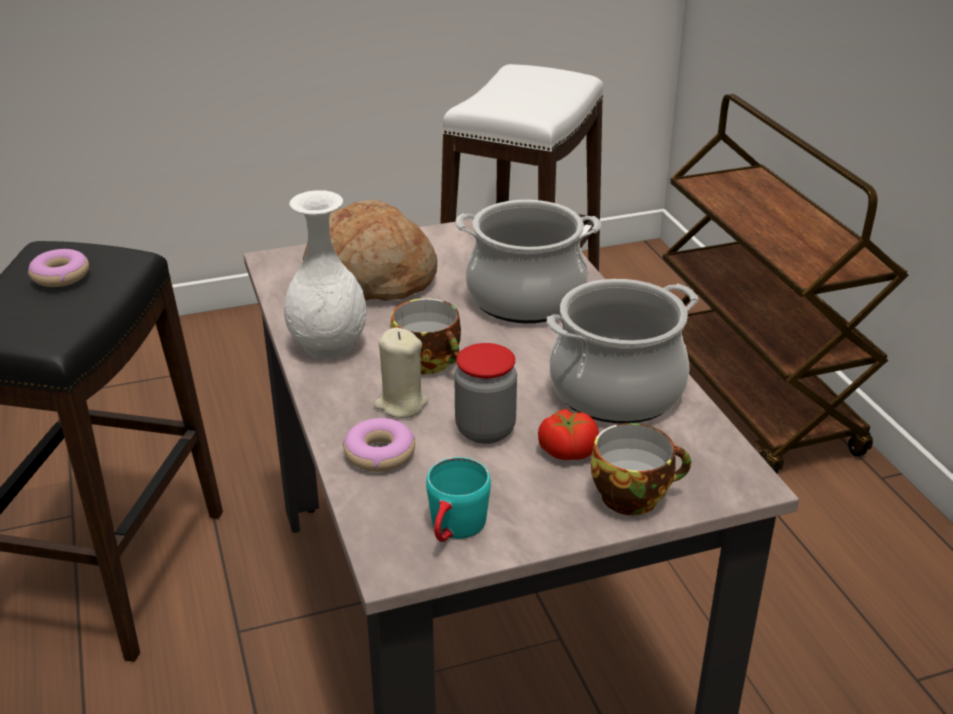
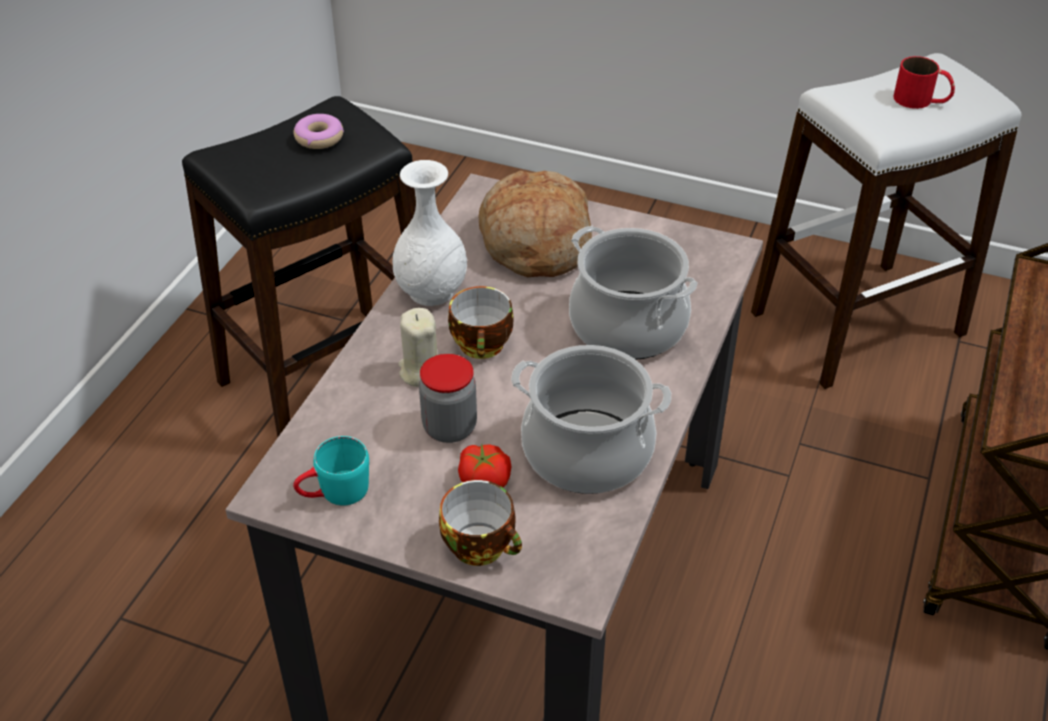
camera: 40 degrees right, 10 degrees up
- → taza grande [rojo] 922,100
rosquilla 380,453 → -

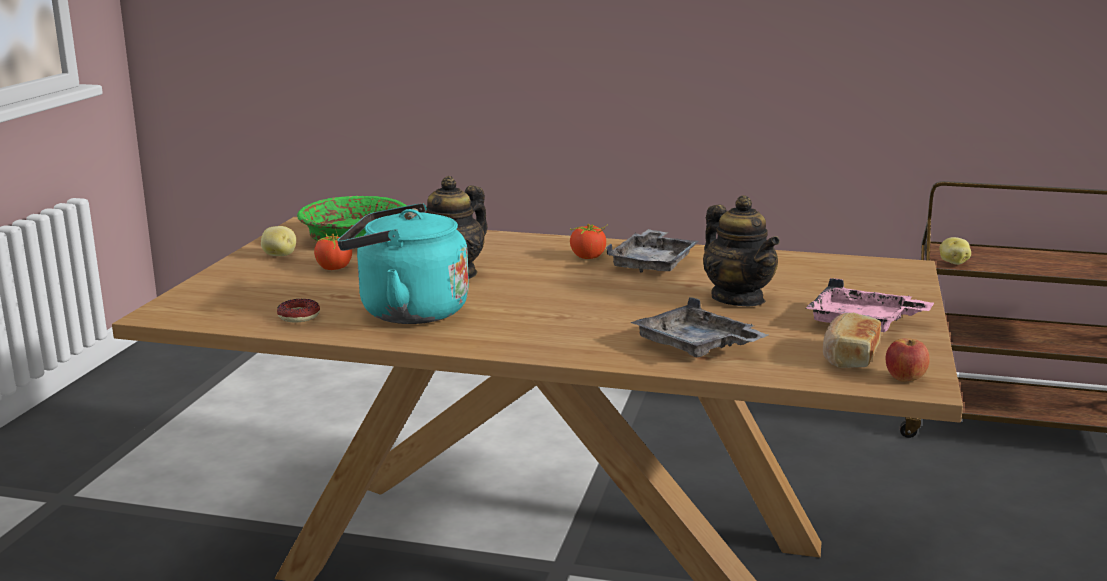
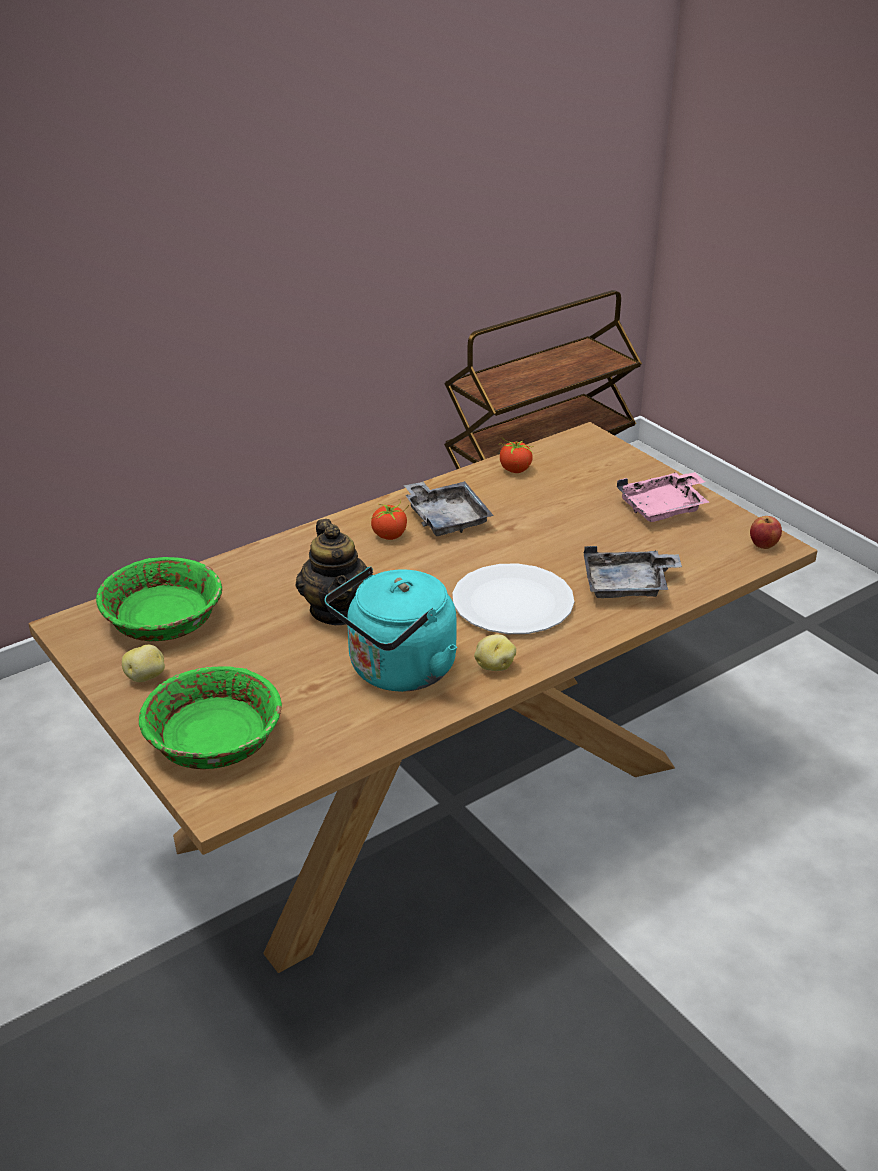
camera: 50 degrees left, 15 degrees up
- → cuenco [verde] 214,739
- → plato [blanco] 513,602
patata 953,263 → patata 494,666, moved
tomate 334,268 → tomate 515,470, moved
rosquilla 298,316 → -
tetera 738,299 → -
pan 849,356 → -

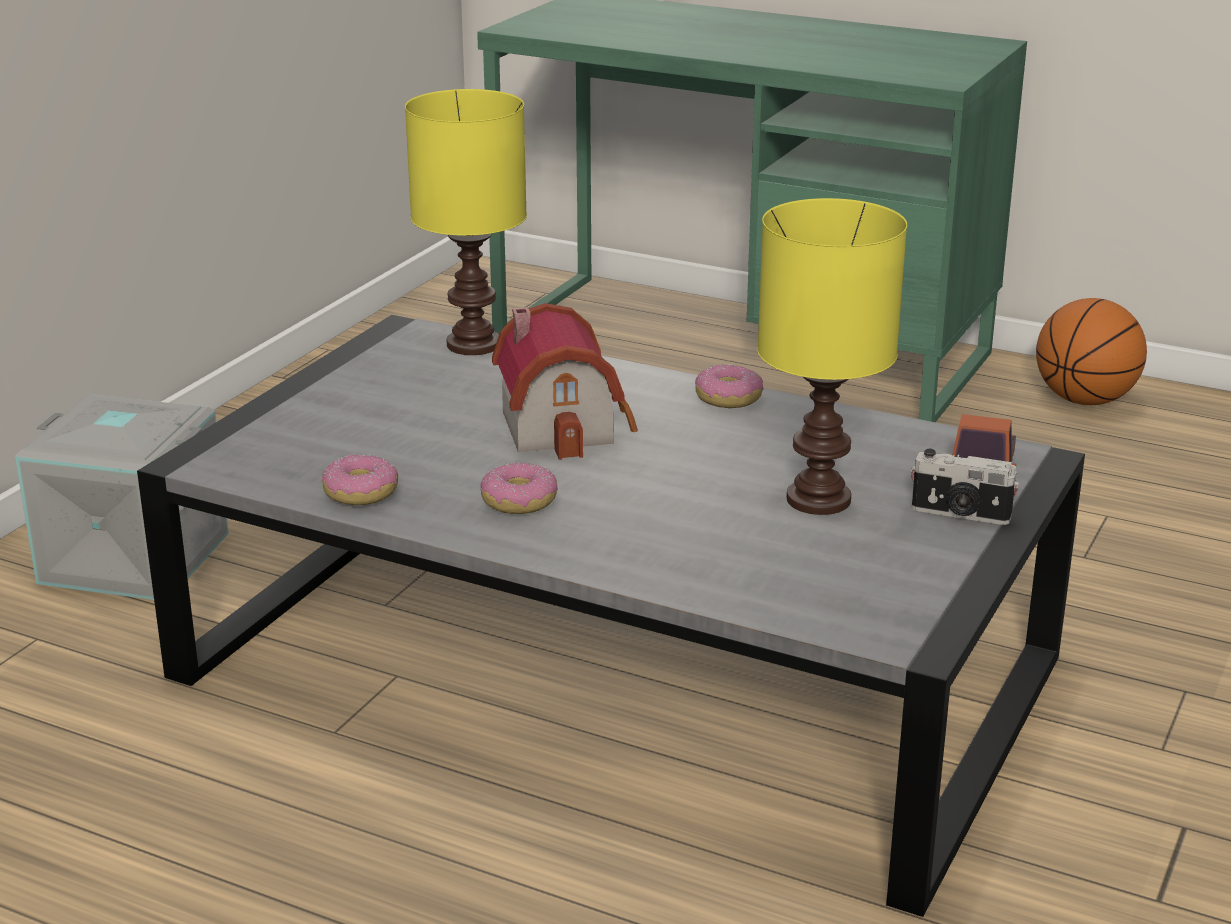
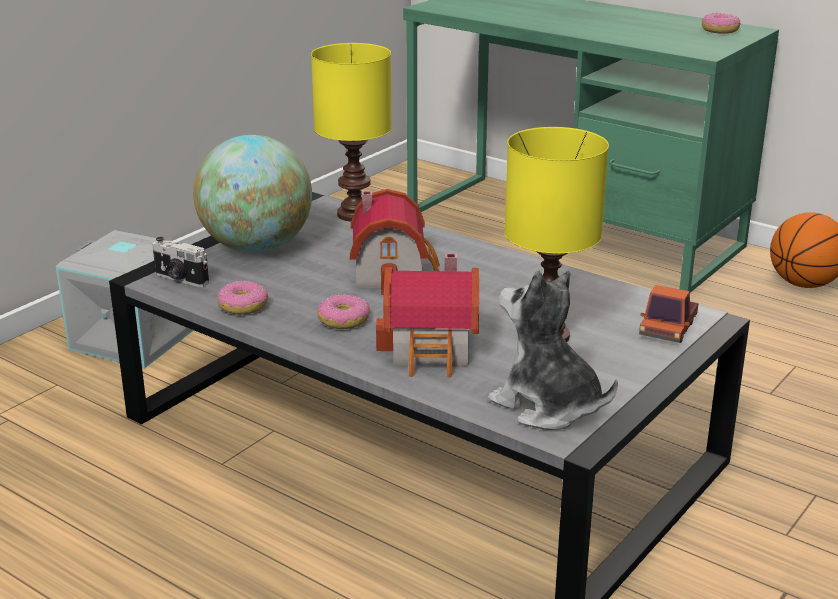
camera: 10 degrees right, 0 degrees up
cámara 960,514 → cámara 180,279, moved
- → globo terráqueo 256,247
- → casita 434,350
- → peluche 547,406
rosquilla 729,398 → rosquilla 720,30, moved

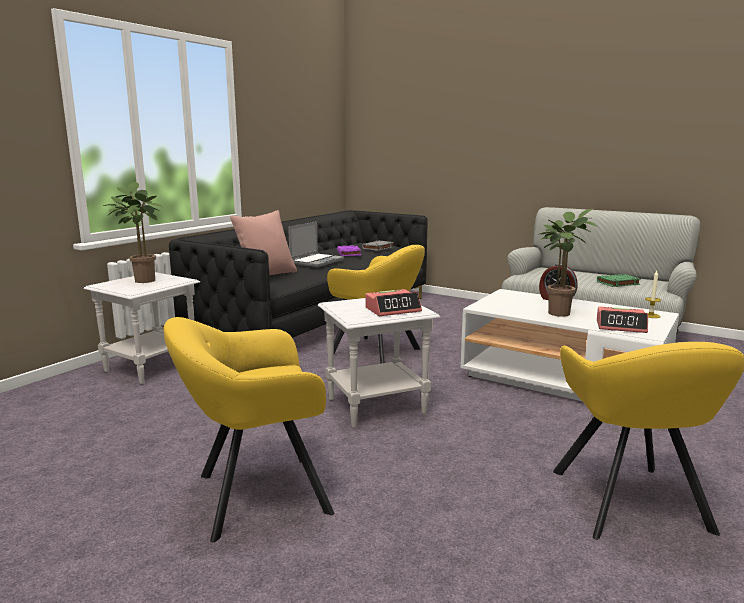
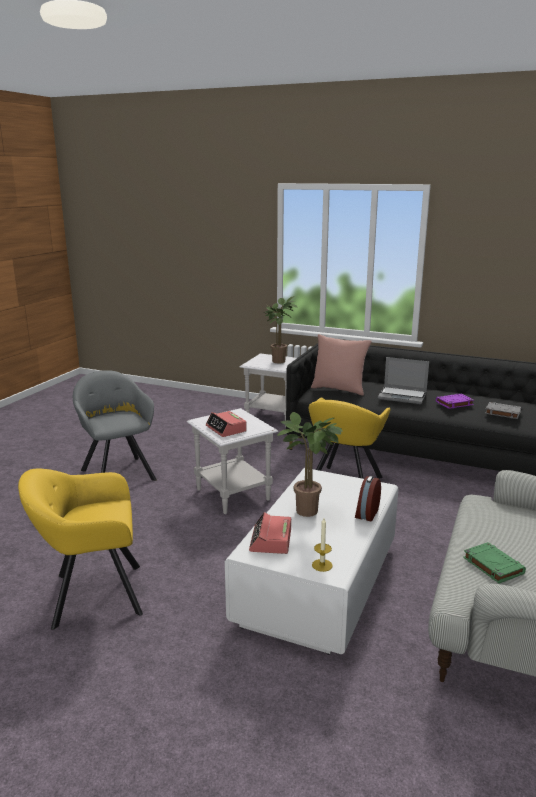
camera: 80 degrees right, 5 degrees up
sillón [amarillo] 255,495 → sillón [gris] 118,473

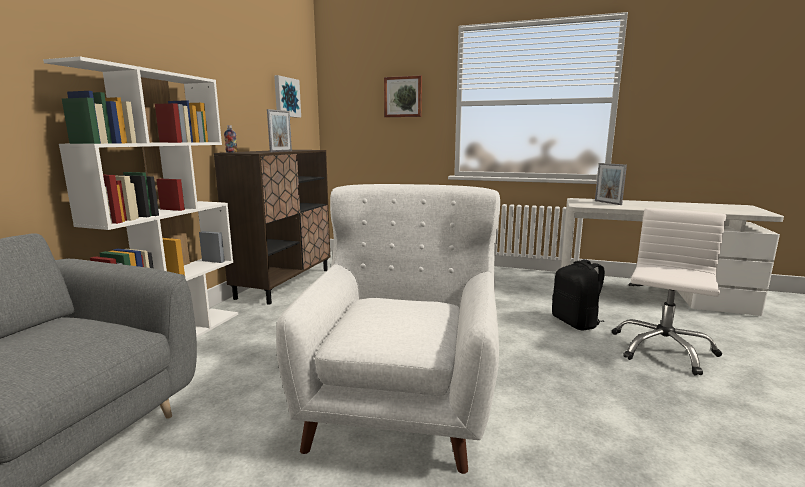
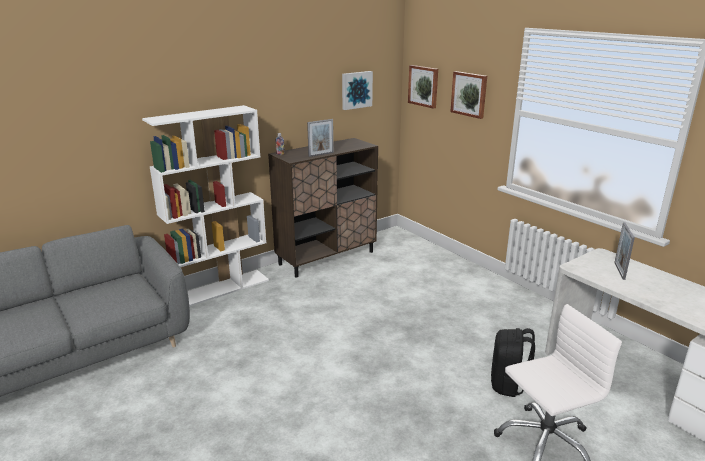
camera: 35 degrees right, 10 degrees up
- → cuadro 423,86
sillón [blanco] 401,403 → -

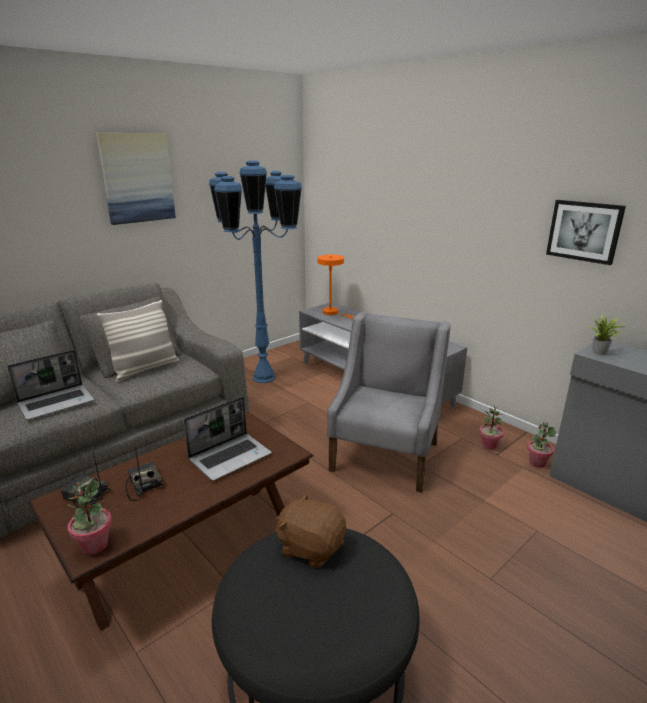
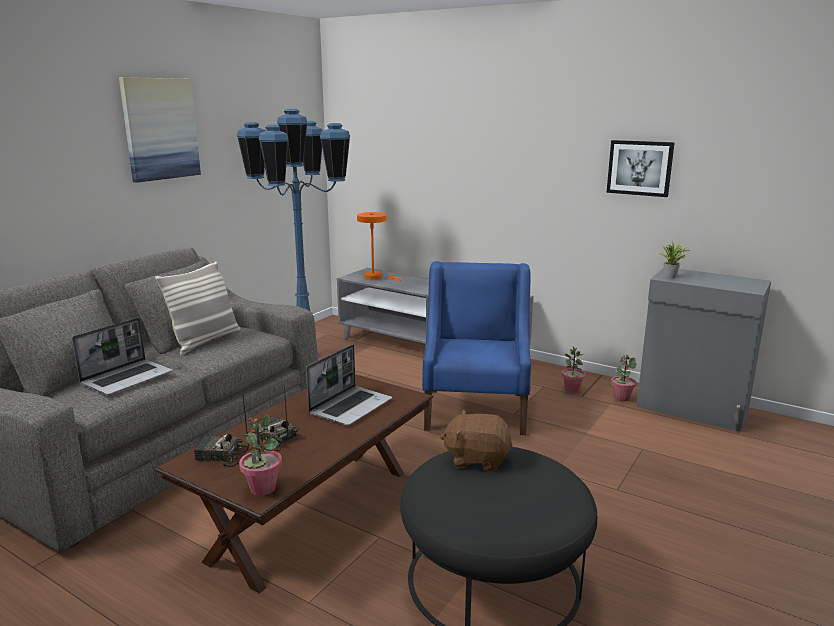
camera: 15 degrees left, 5 degrees down
sillón [gris] 385,455 → sillón [azul] 476,410

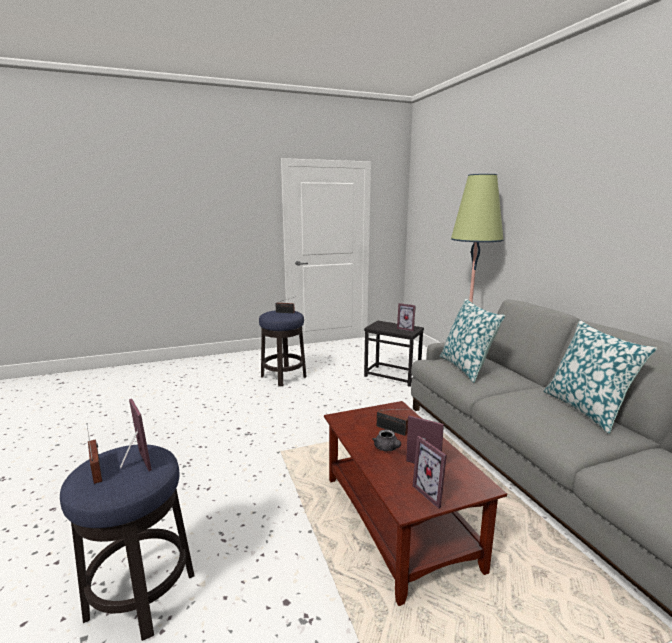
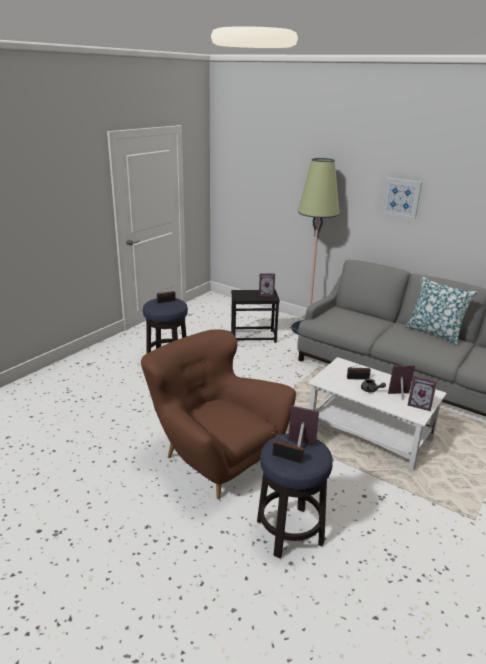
camera: 35 degrees left, 10 degrees up
- → sillón [marrón] 214,460
mesa de centro [marrón] 399,521 → mesa de centro [blanco] 370,434
- → cuadro 401,197
cojín 466,368 → -

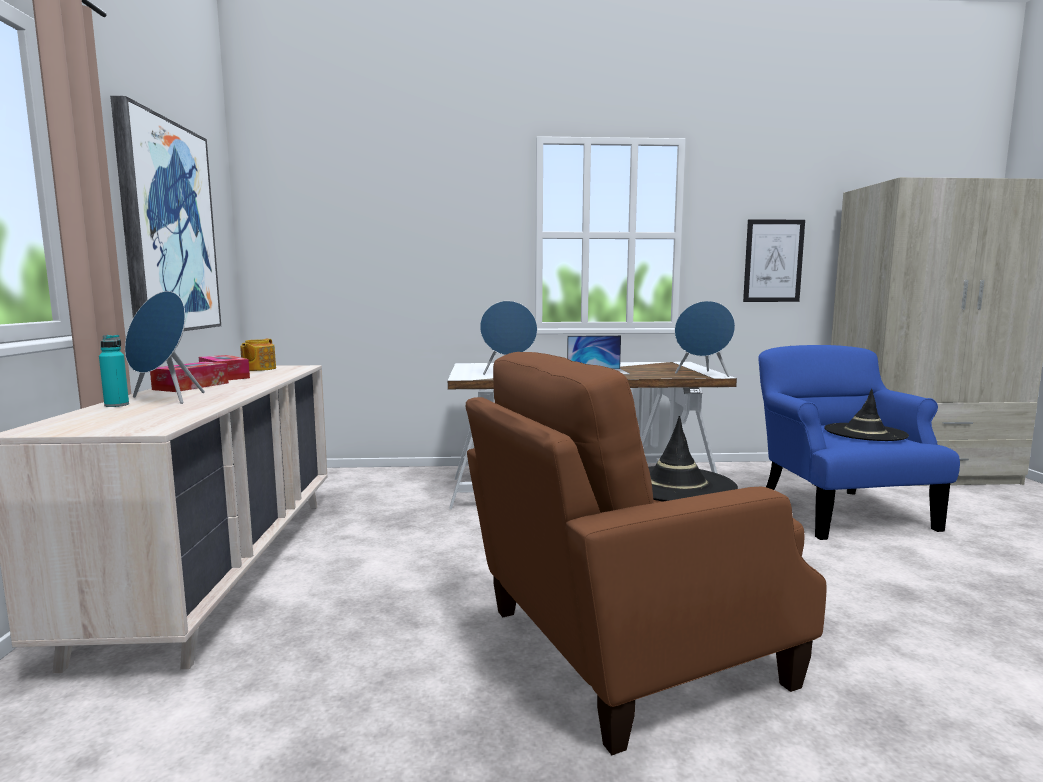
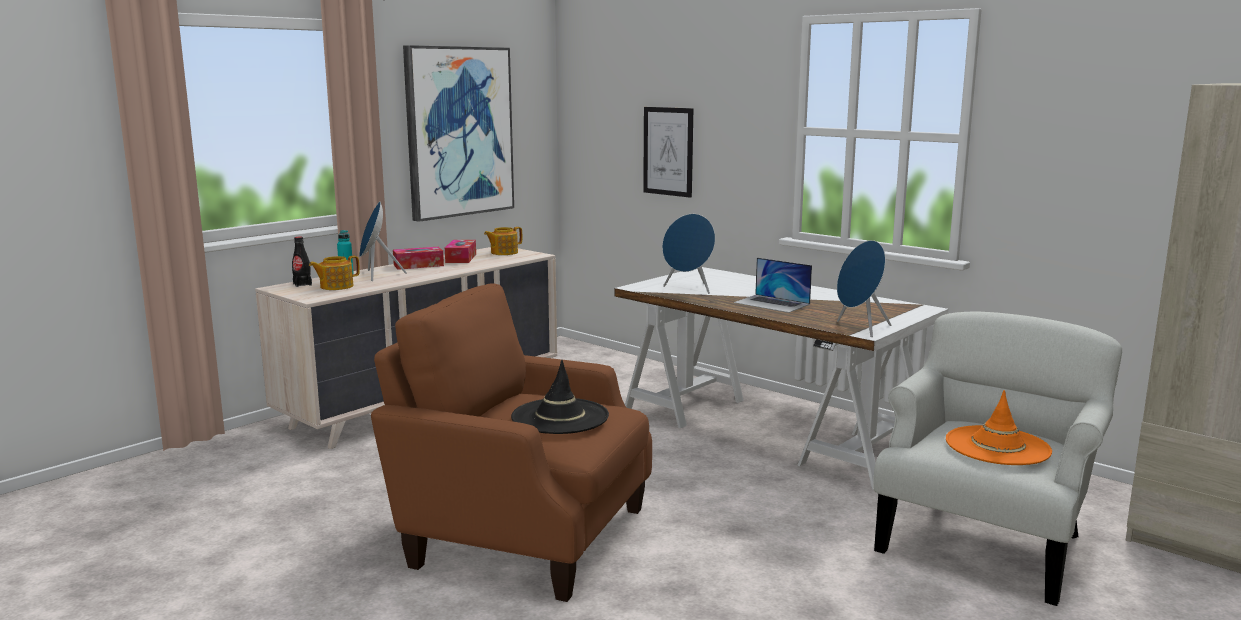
camera: 45 degrees right, 5 degrees up
- → botella [negro] 302,284
- → tetera 335,286
cuadro 773,261 → cuadro 668,151, moved
sillón [azul] 838,511 → sillón [blanco] 985,542
sombrero [negro] 865,433 → sombrero [naranja] 997,446

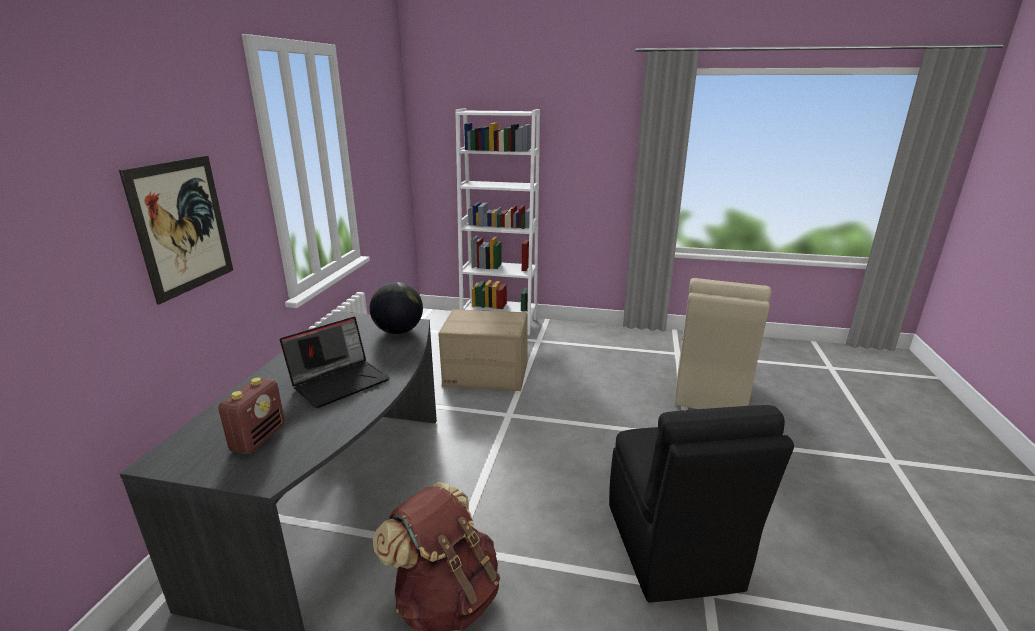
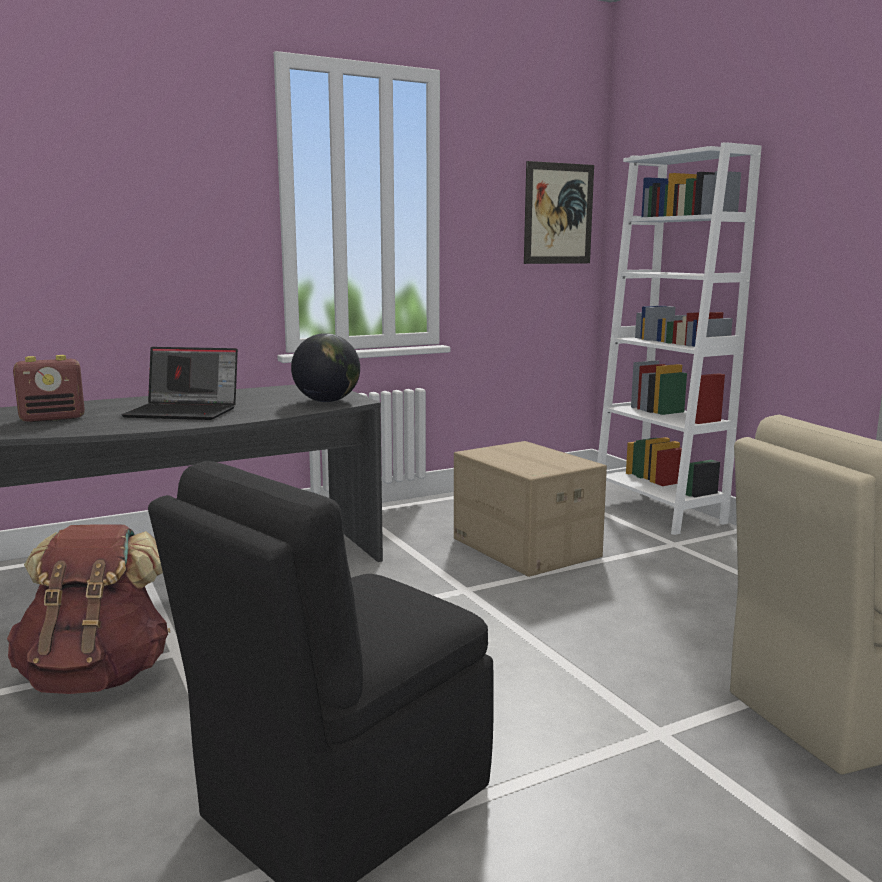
camera: 50 degrees right, 10 degrees down
cuadro 182,226 → cuadro 558,214, moved

